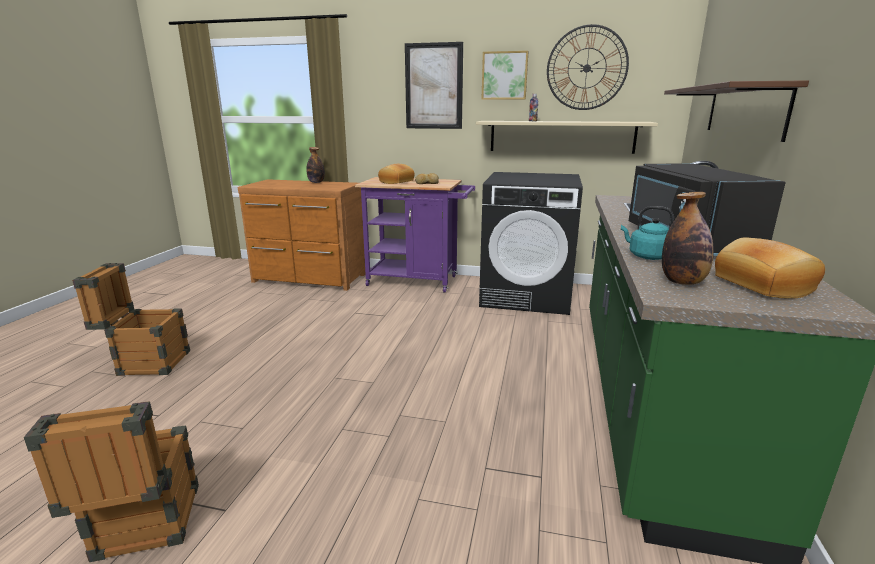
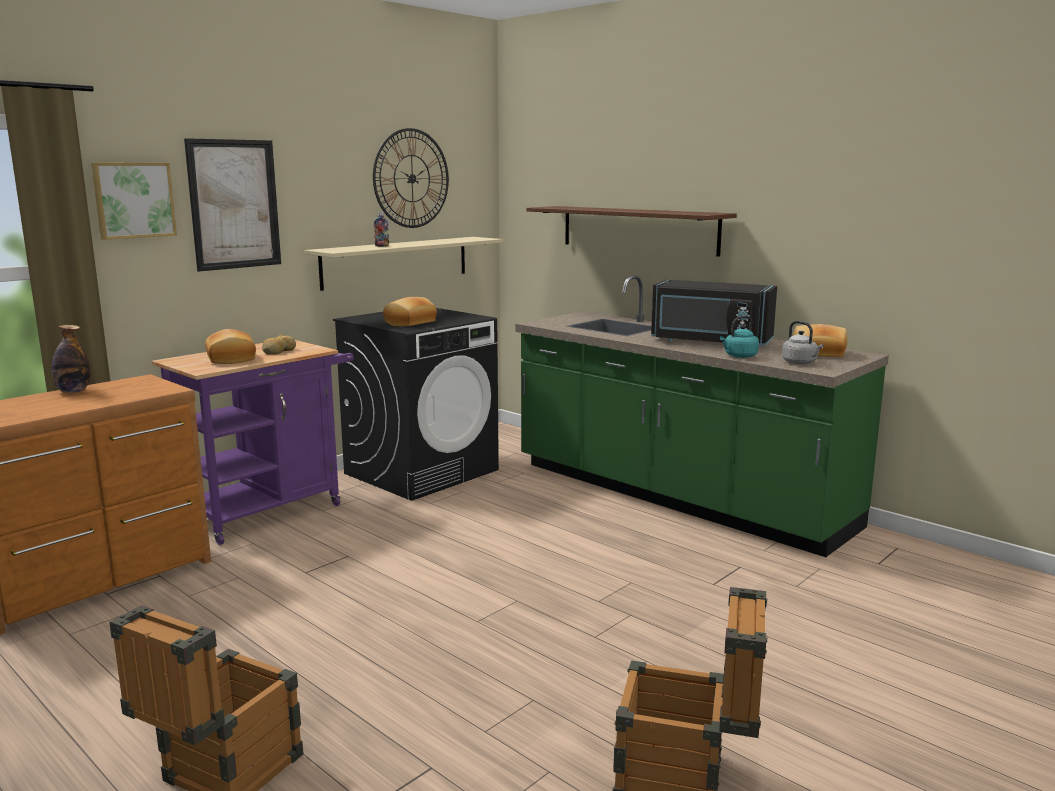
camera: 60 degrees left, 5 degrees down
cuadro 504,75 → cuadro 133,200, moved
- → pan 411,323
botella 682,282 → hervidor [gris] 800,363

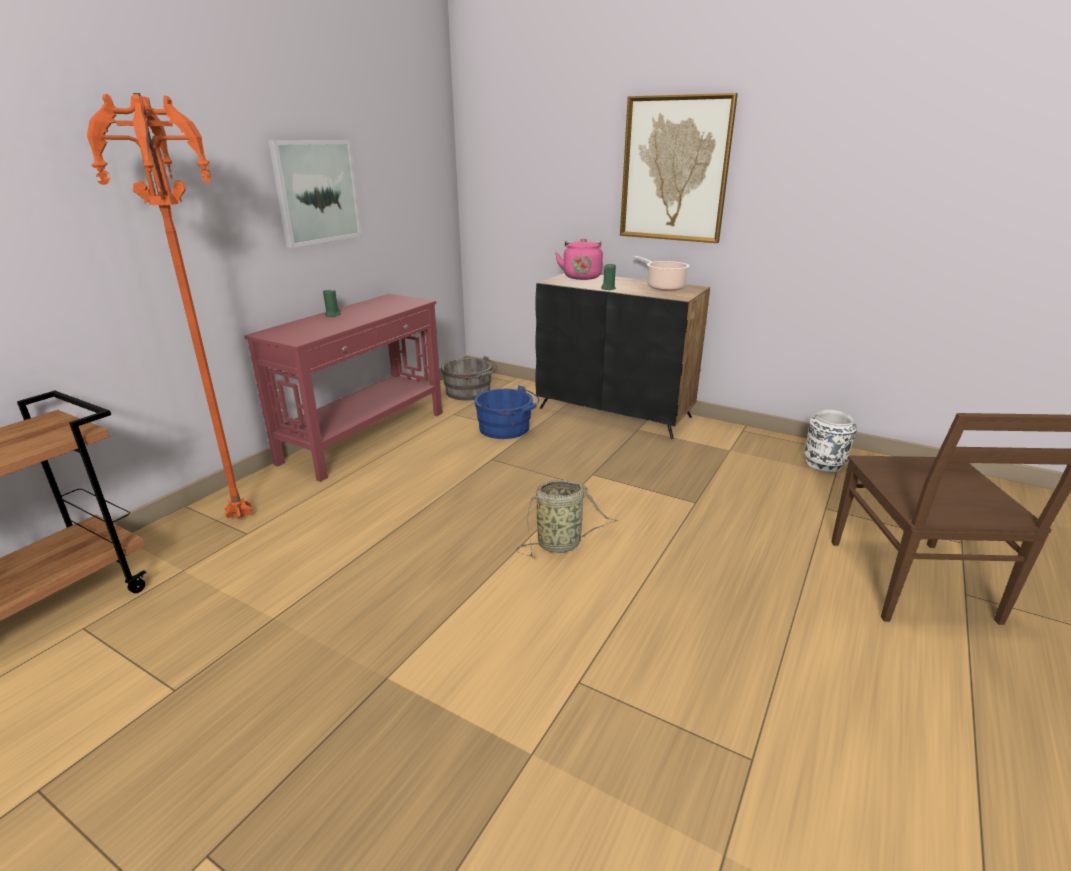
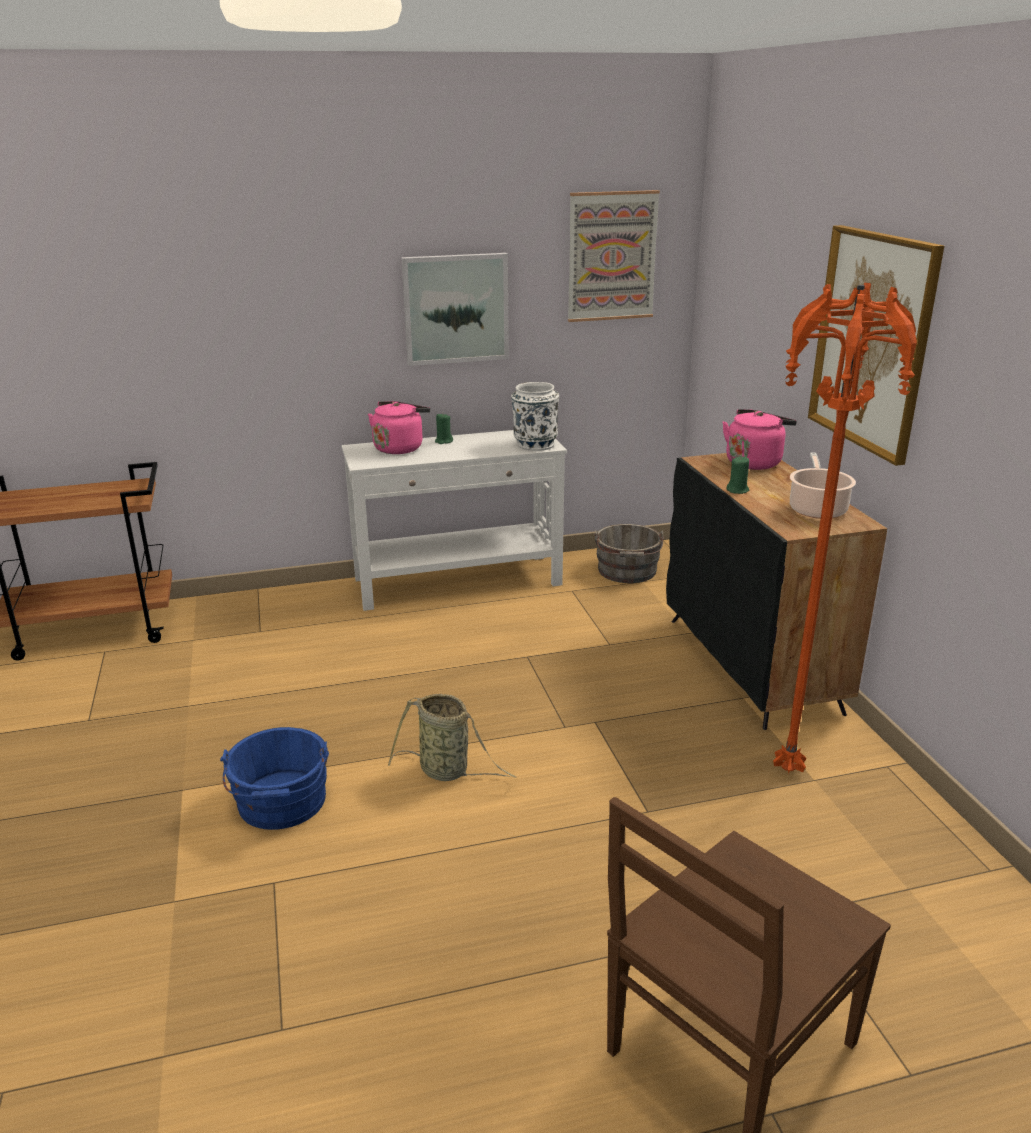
camera: 45 degrees right, 0 degrees up
cubo [azul] 507,429 → cubo [azul] 281,804, moved
mesa consola [rojo] 366,436 → mesa consola [blanco] 459,582
- → hervidor [rosa] 400,448
florero [blanco] 823,465 → florero [blanco] 535,445, moved
- → cuadro 611,256
lámpara de pie [naranja] 243,517 → lámpara de pie [naranja] 791,771, moved

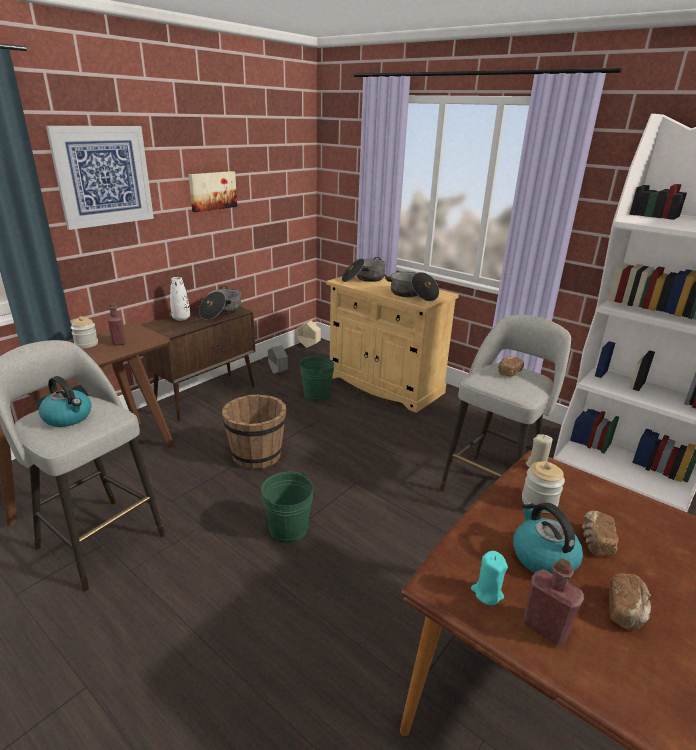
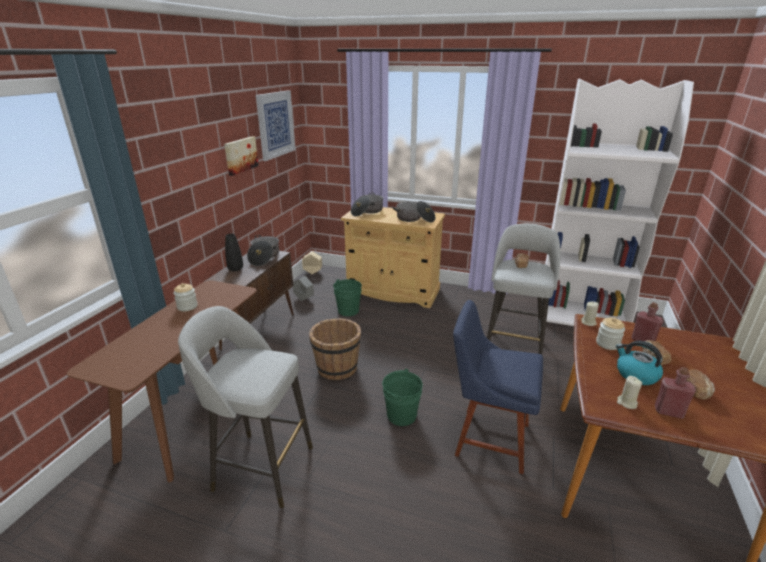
camera: 20 degrees left, 0 degrees up
florero [blanco] 181,318 → florero [negro] 235,269
cuadro 103,176 → cuadro 275,124, moved
- → silla [azul] 488,438
vela [turquesa] 487,593 → vela [beis] 626,403
botella [rojo] 119,342 → botella [rojo] 642,340, moved
hervidor 68,417 → -

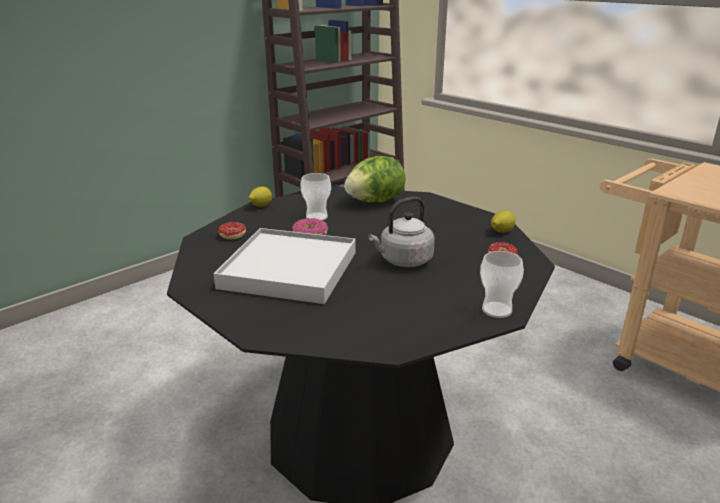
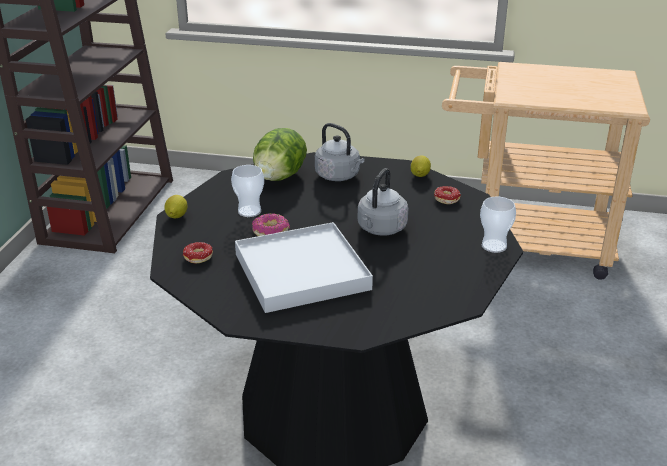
camera: 35 degrees left, 5 degrees up
- → hervidor [gris] 339,176

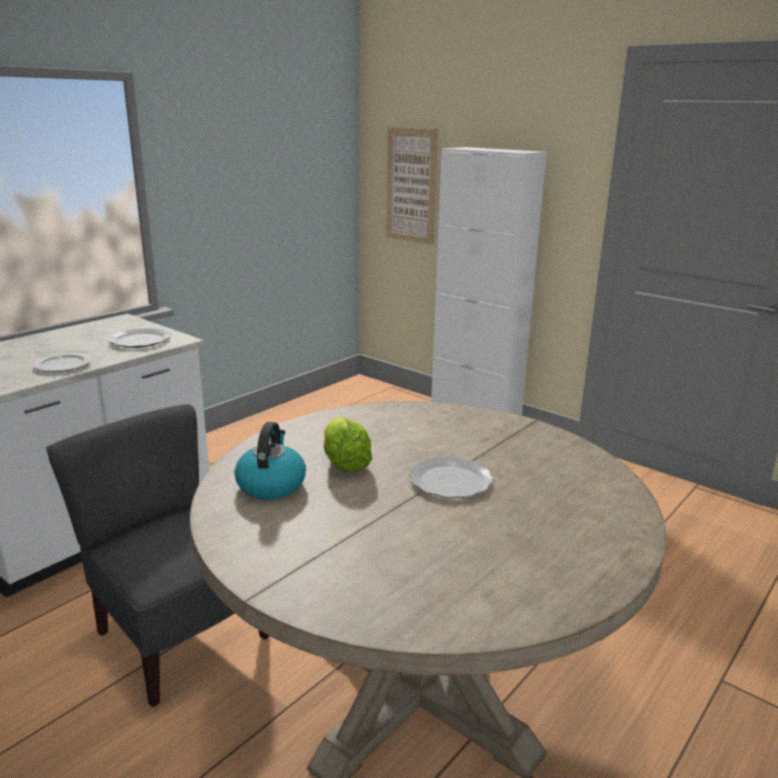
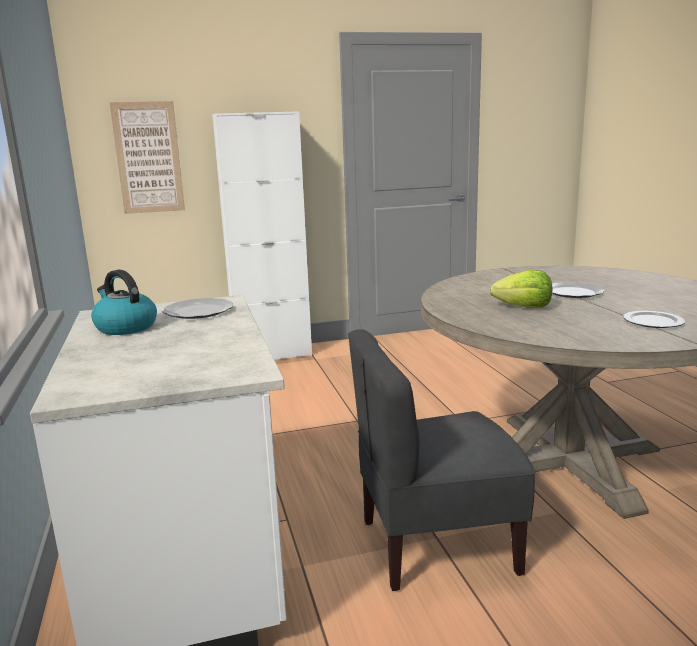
camera: 55 degrees left, 5 degrees down
hervidor 271,484 → hervidor 125,327, moved
plato 63,365 → plato 653,322, moved

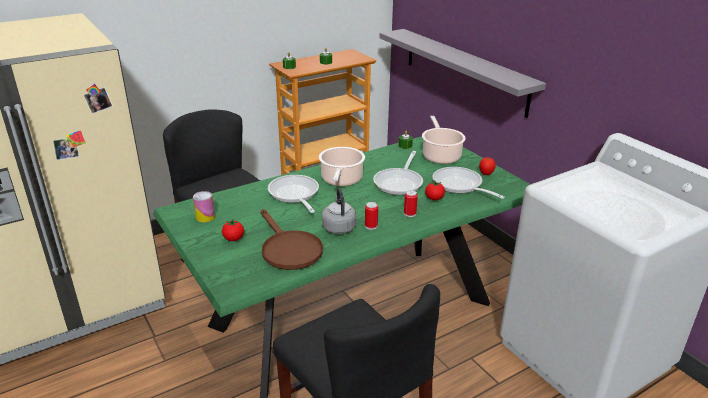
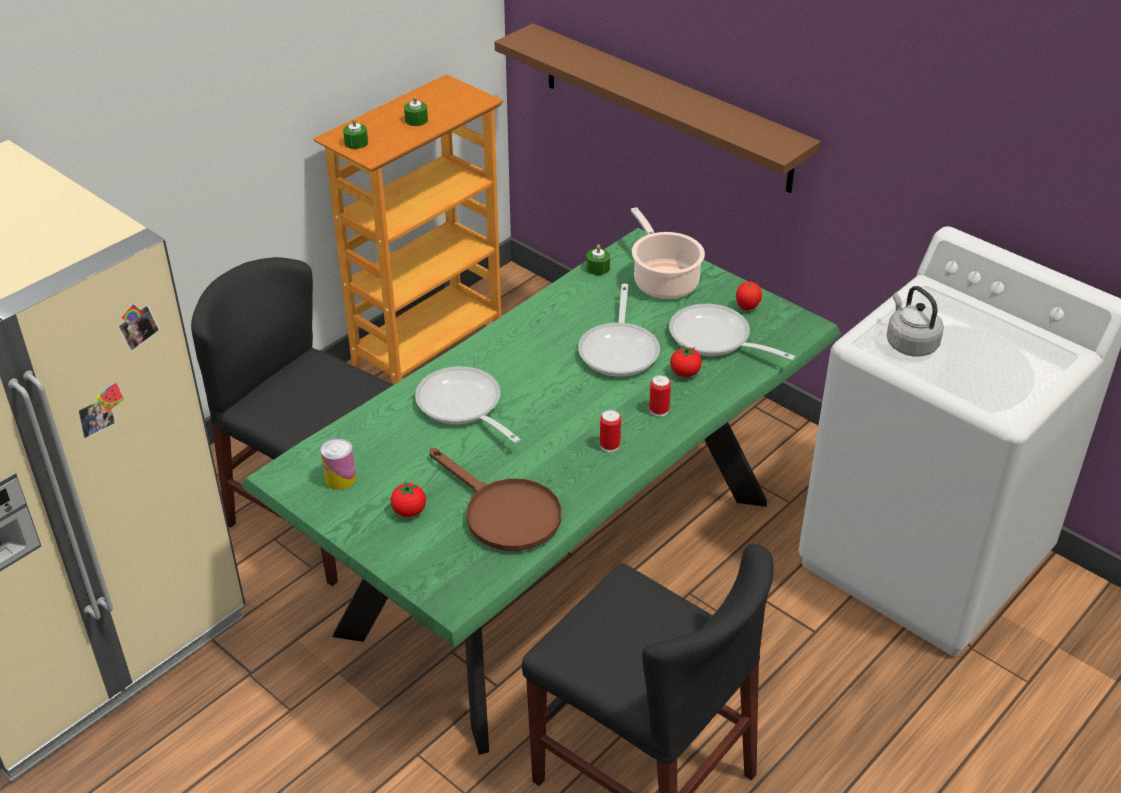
camera: 15 degrees left, 10 degrees up
estante [gris] 464,70 → estante [marrón] 665,107
hervidor [gris] 338,227 → hervidor [gris] 909,343, moved
olla 341,180 → -

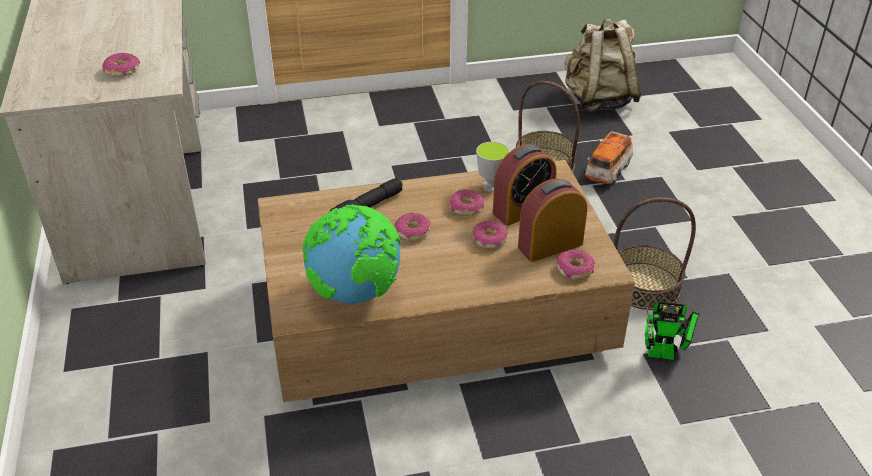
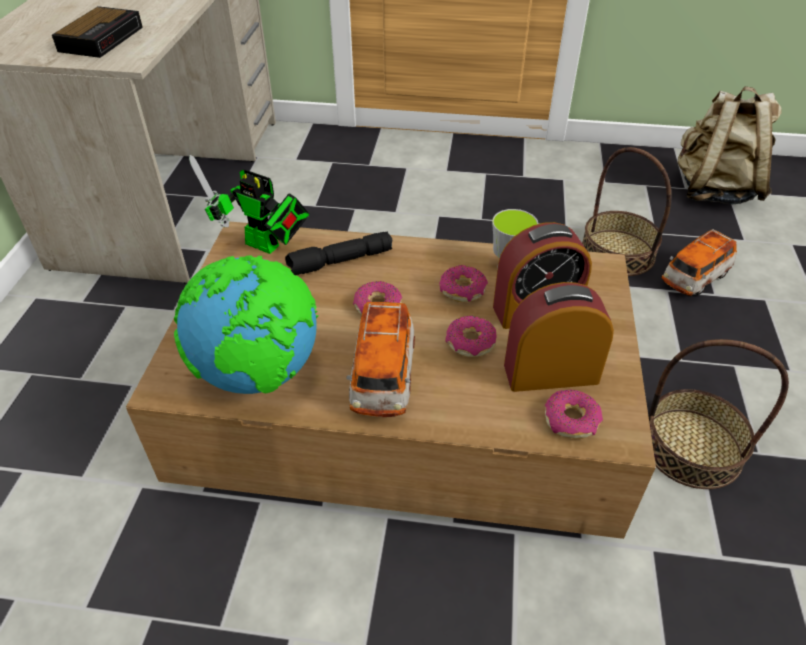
camera: 20 degrees right, 5 degrees up
rosquilla 122,71 → despertador 102,38
robot de juguete 665,354 → robot de juguete 267,246, moved
- → coche de juguete 383,377

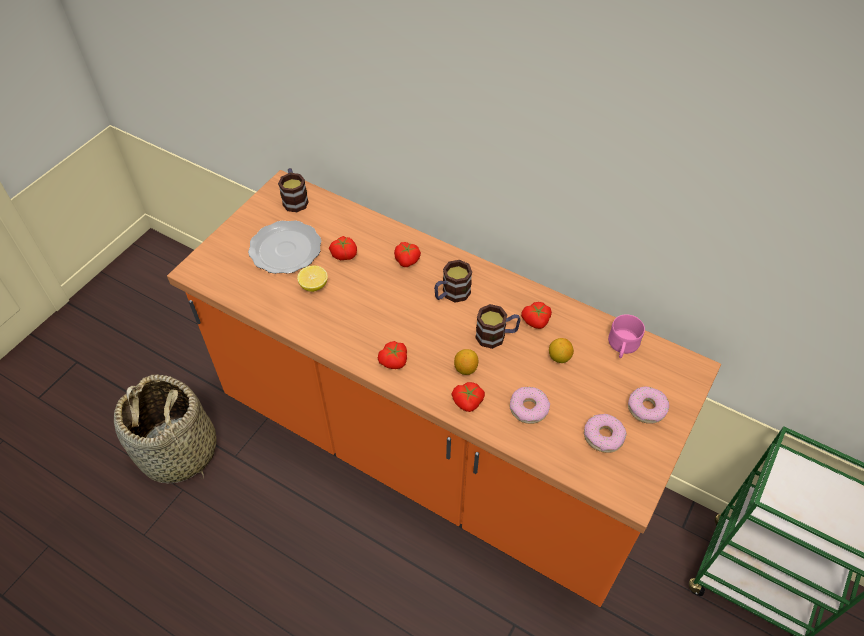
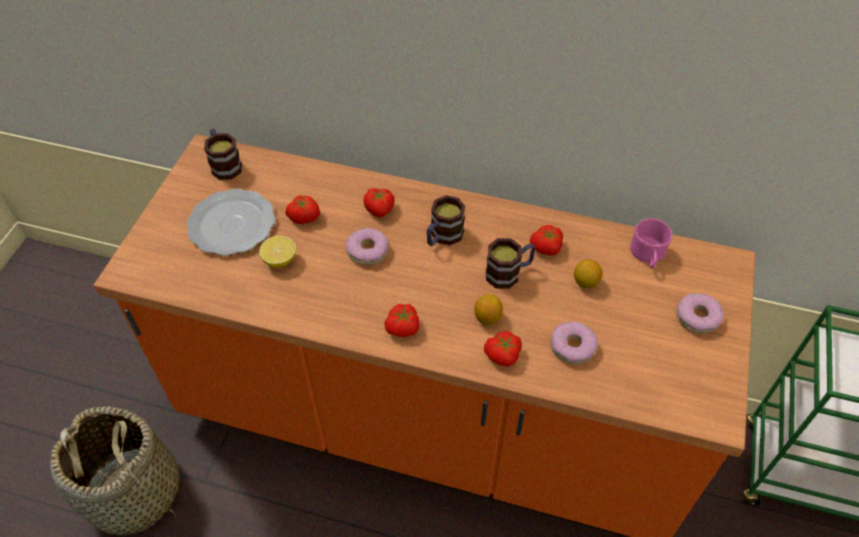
camera: 15 degrees left, 0 degrees up
rosquilla 603,436 → rosquilla 367,251, moved

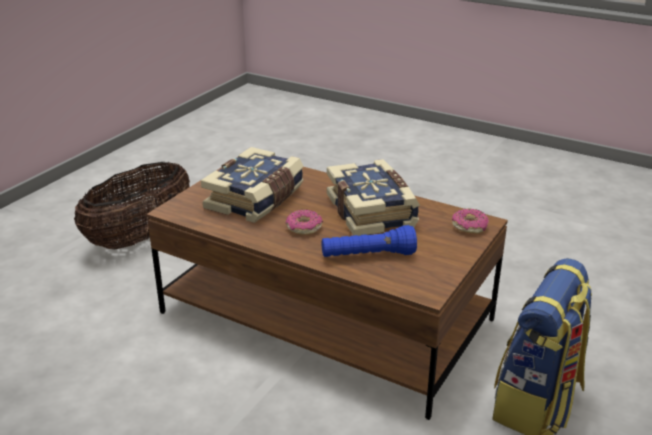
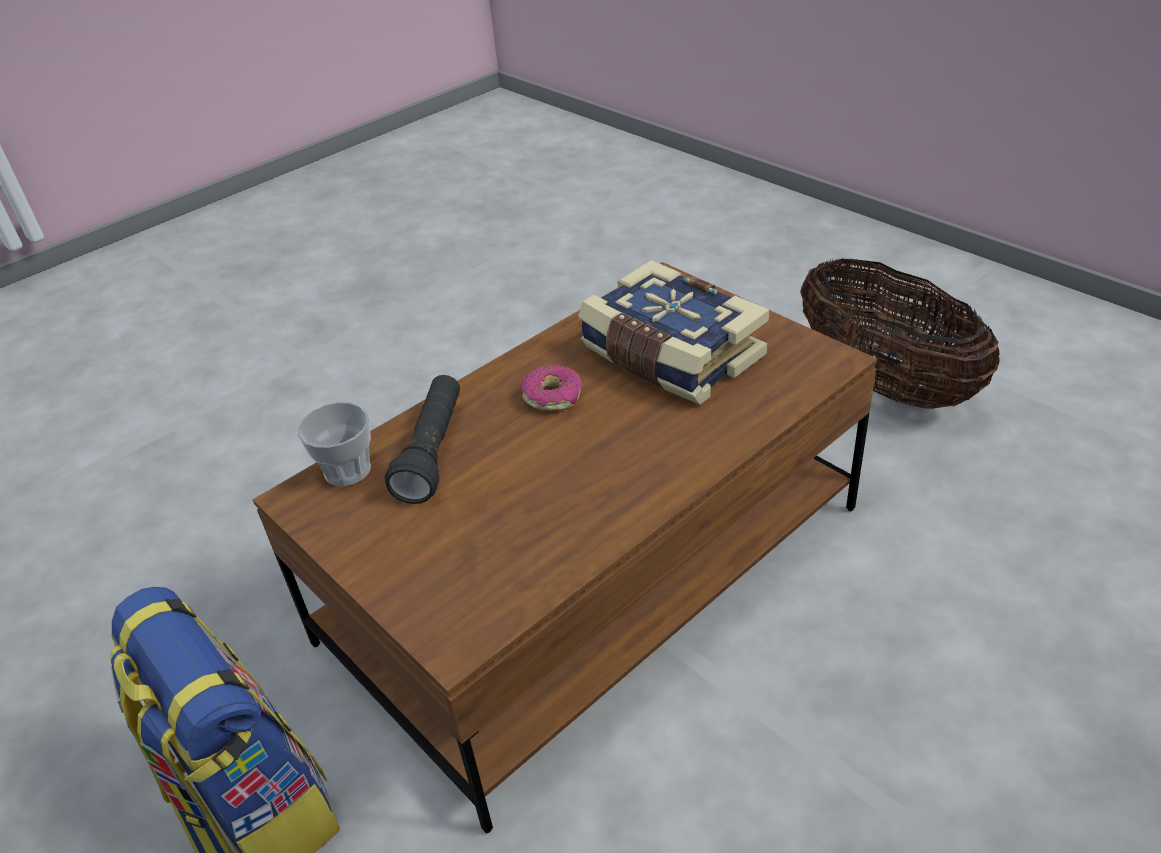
camera: 110 degrees right, 10 degrees up
- → taza 347,470
linterna [azul] 368,256 → linterna [negro] 432,452
libro 372,212 → -
rosquilla 469,226 → -

